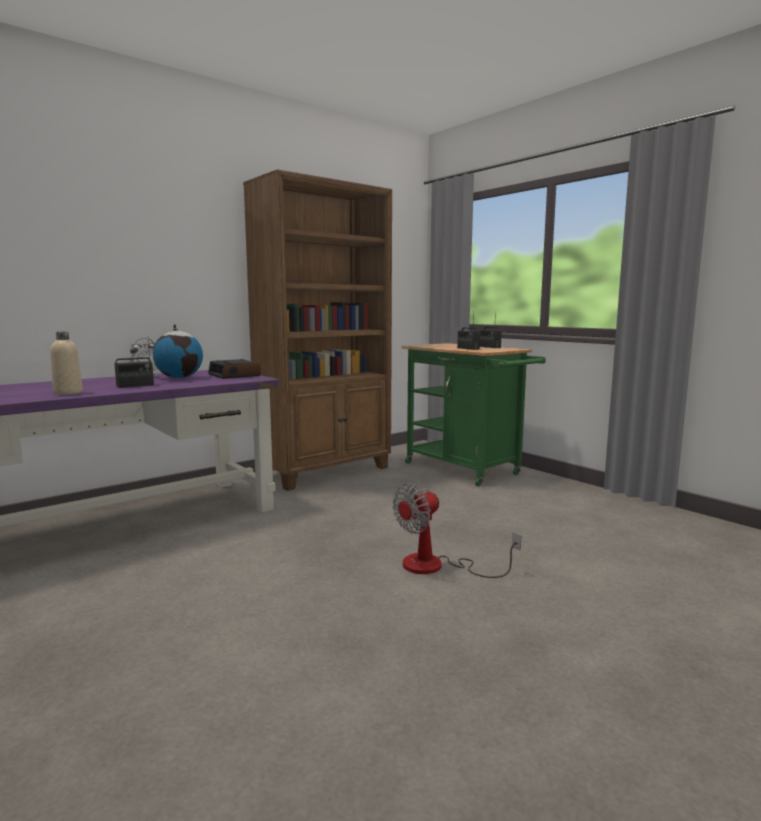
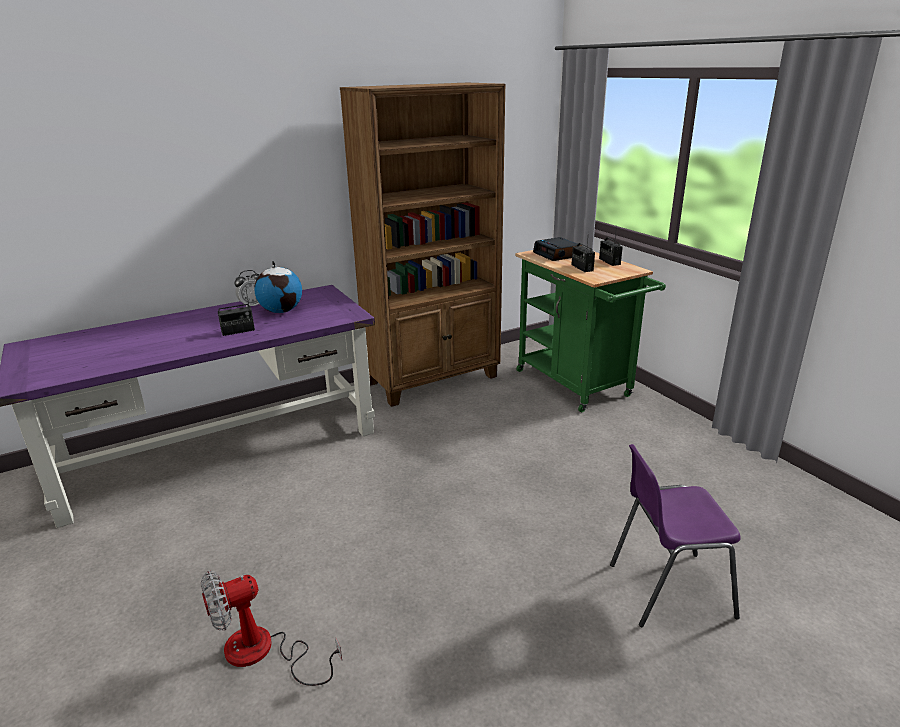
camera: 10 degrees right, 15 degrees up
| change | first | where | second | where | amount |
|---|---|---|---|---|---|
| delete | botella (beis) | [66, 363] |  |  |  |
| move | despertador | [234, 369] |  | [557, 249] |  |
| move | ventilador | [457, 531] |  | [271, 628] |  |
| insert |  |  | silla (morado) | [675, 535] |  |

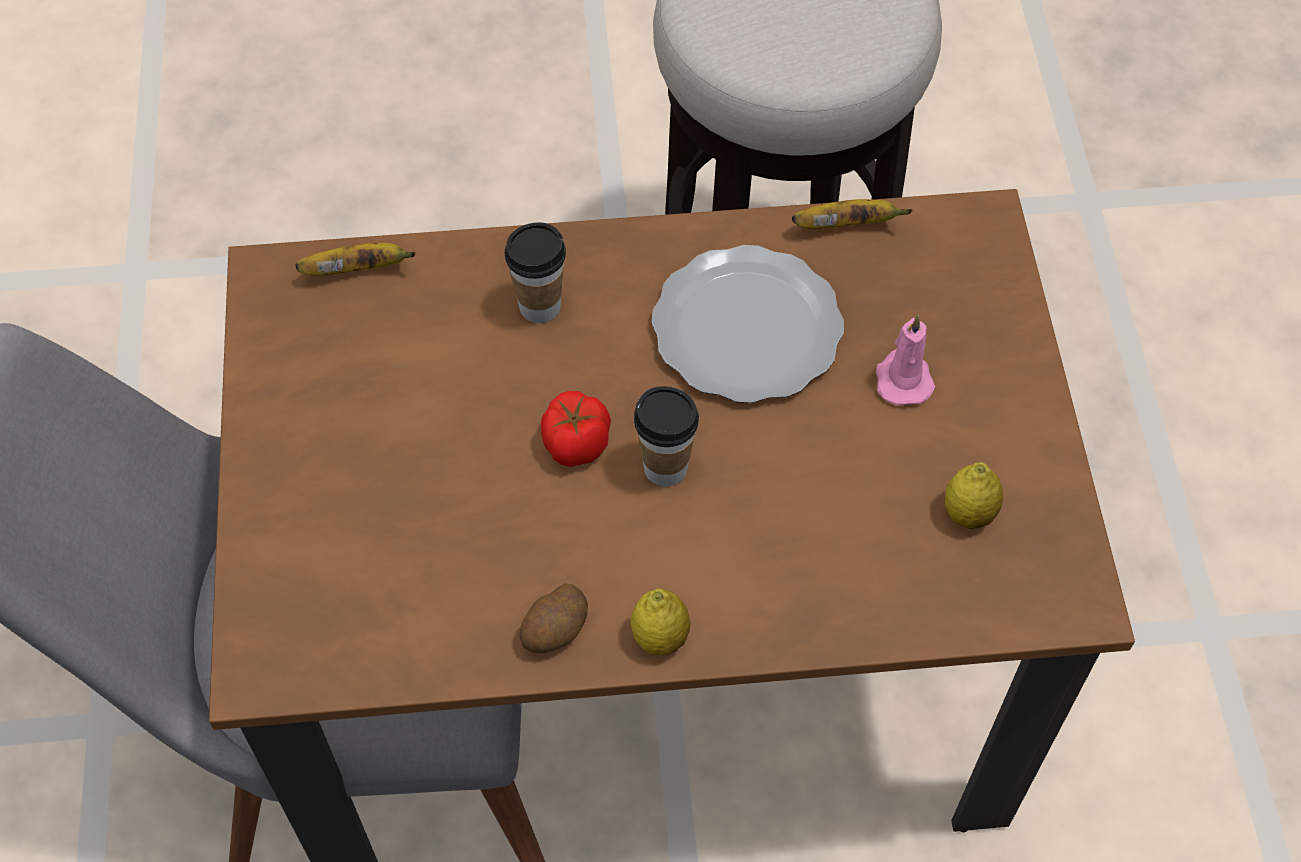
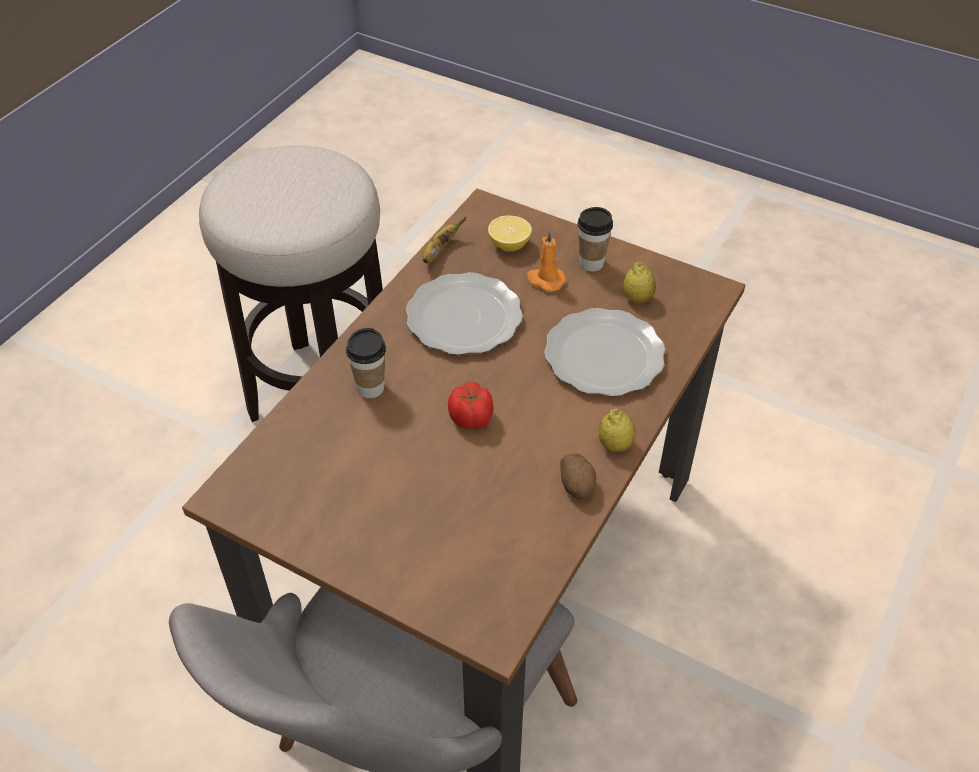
camera: 55 degrees left, 10 degrees down
| change | first | where | second | where | amount |
|---|---|---|---|---|---|
| delete | plátano | [355, 259] |  |  |  |
| recolor | vela (rosa) | [905, 360] | vela (naranja) | [546, 260] |  |
| move | taza | [666, 436] |  | [595, 239] |  |
| insert |  |  | limón | [510, 233] |  |
| insert |  |  | plato | [604, 352] |  |

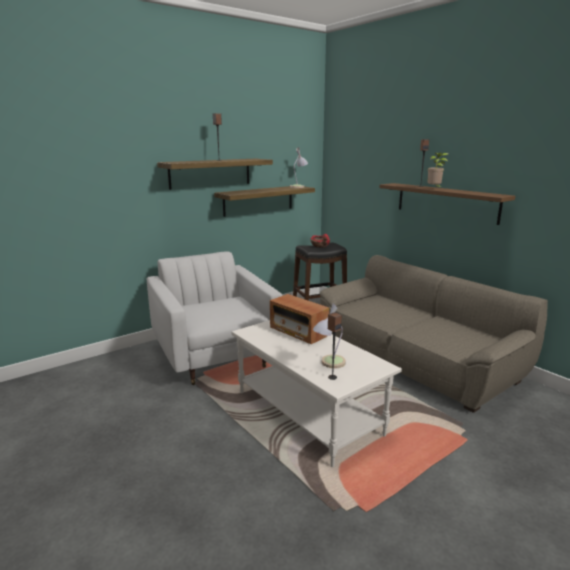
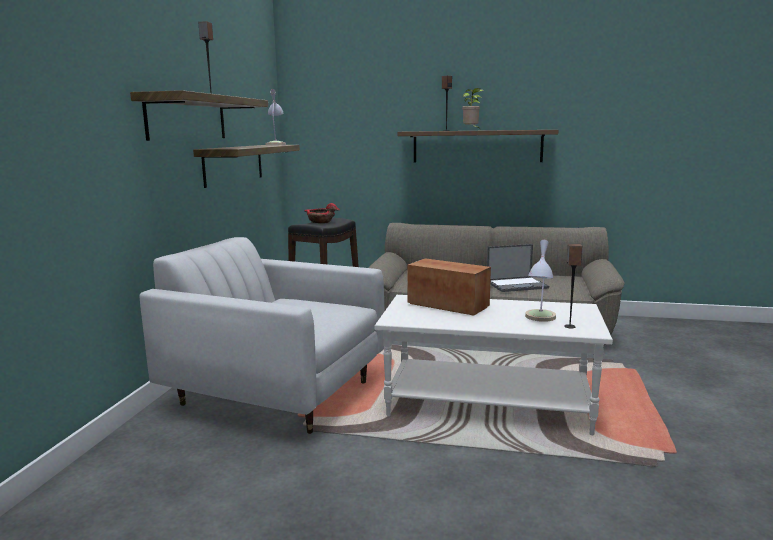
camera: 40 degrees left, 5 degrees down
| change | first | where | second | where | amount |
|---|---|---|---|---|---|
| rotate | radio | [299, 319] |  | [449, 287] | 150 degrees counterclockwise |
| insert |  |  | portátil | [518, 268] |  |

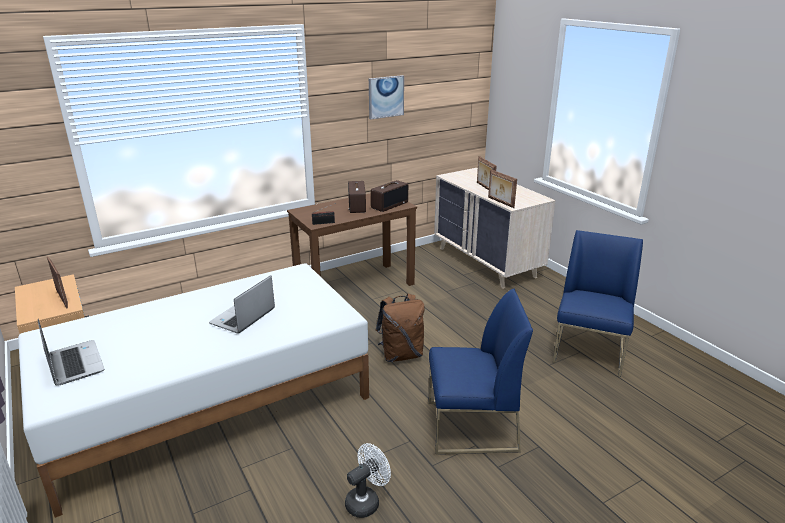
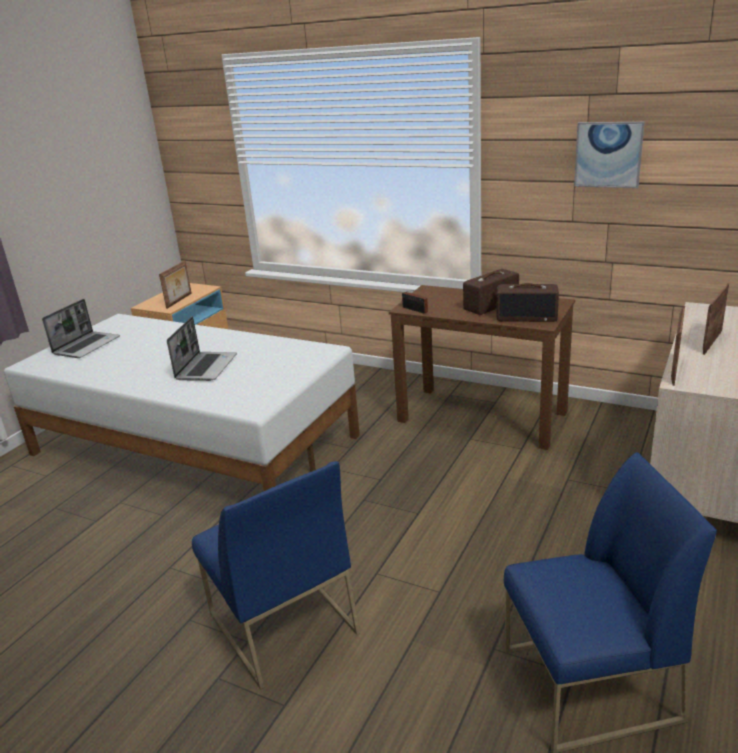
camera: 60 degrees right, 0 degrees up
| change | first | where | second | where | amount |
|---|---|---|---|---|---|
| rotate | portátil | [242, 304] |  | [202, 349] | 105 degrees clockwise |
| delete | mochila (marrón) | [400, 328] |  |  |  |
| delete | ventilador (blanco) | [368, 480] |  |  |  |

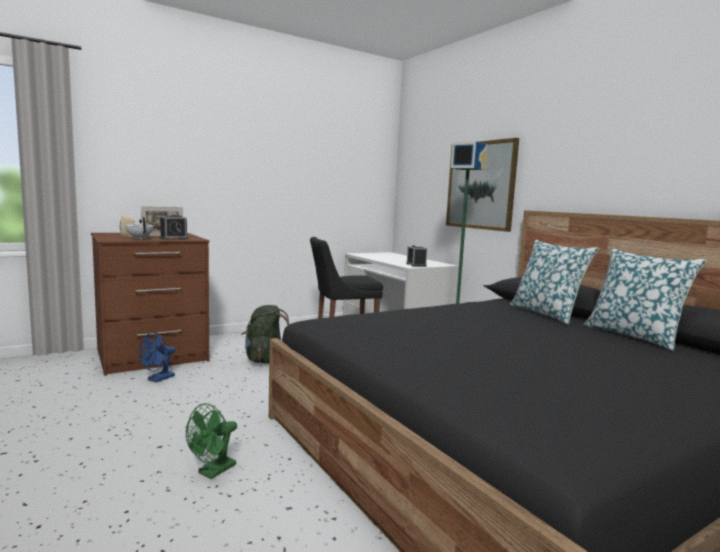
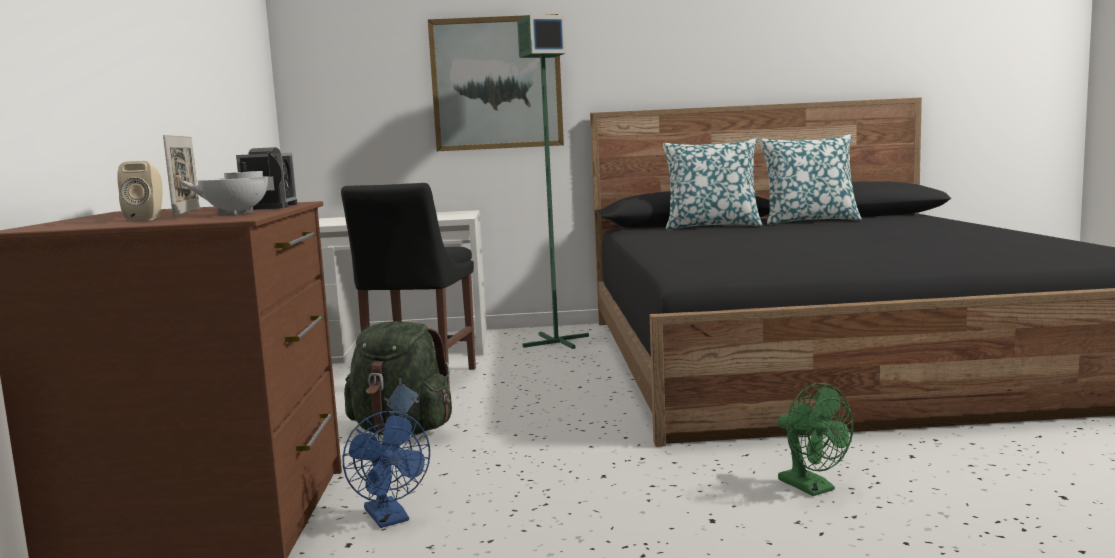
camera: 60 degrees left, 0 degrees up
| change | first | where | second | where | amount |
|---|---|---|---|---|---|
| delete | despertador | [416, 256] |  |  |  |

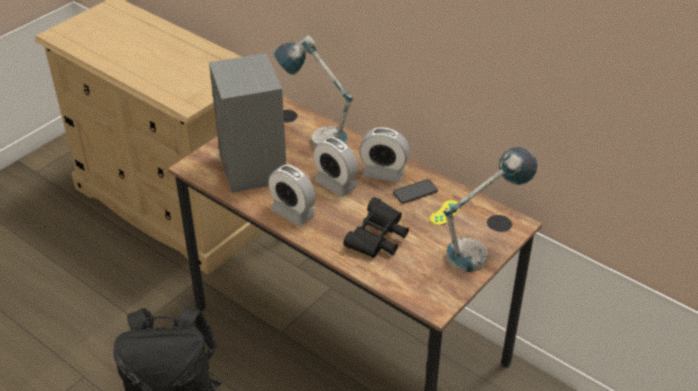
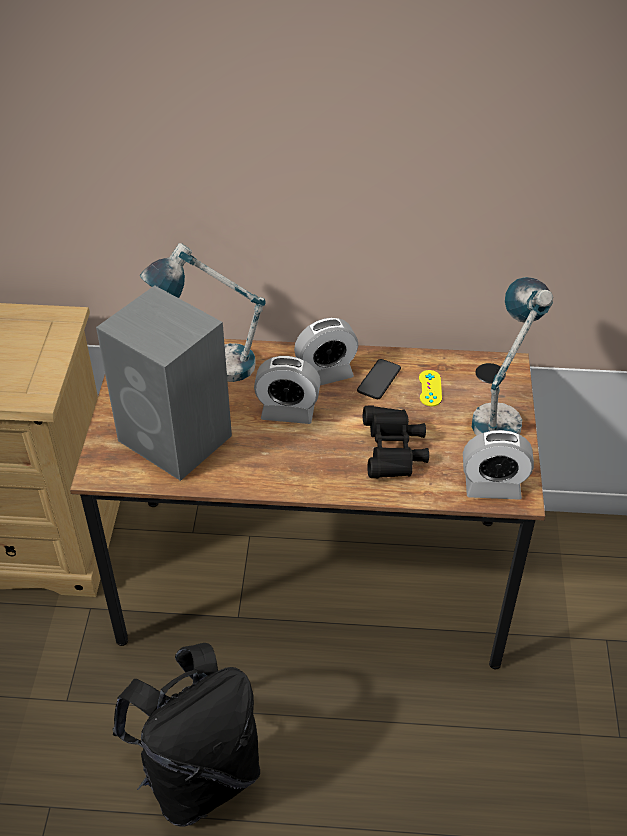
camera: 35 degrees left, 5 degrees up
| change | first | where | second | where | amount |
|---|---|---|---|---|---|
| move | despertador | [292, 195] |  | [498, 465] |  |

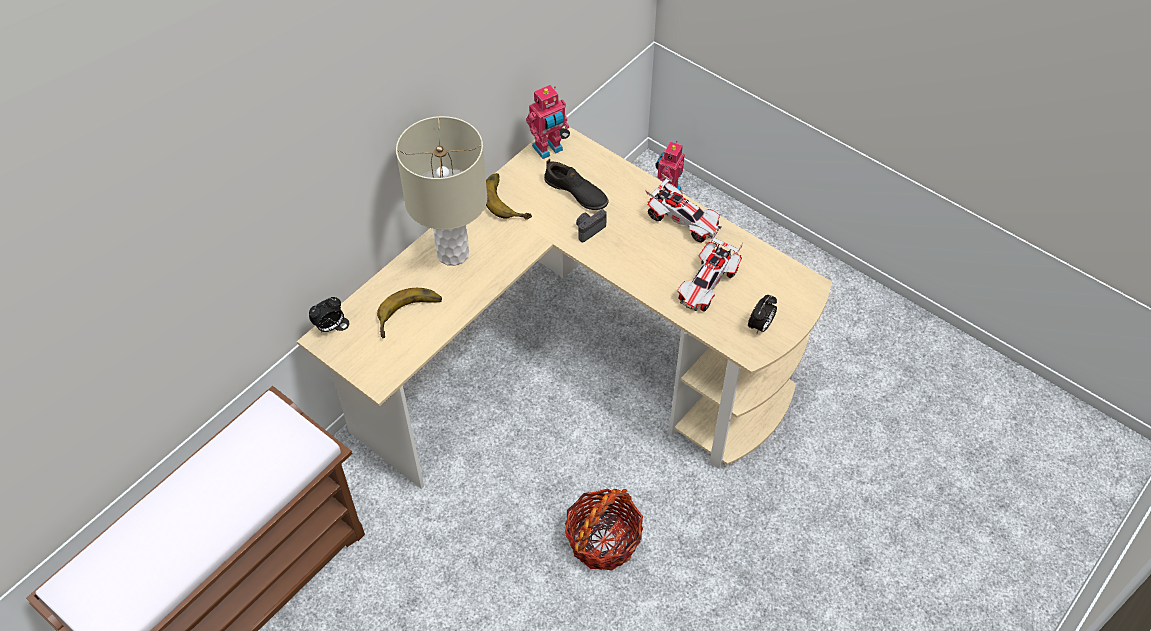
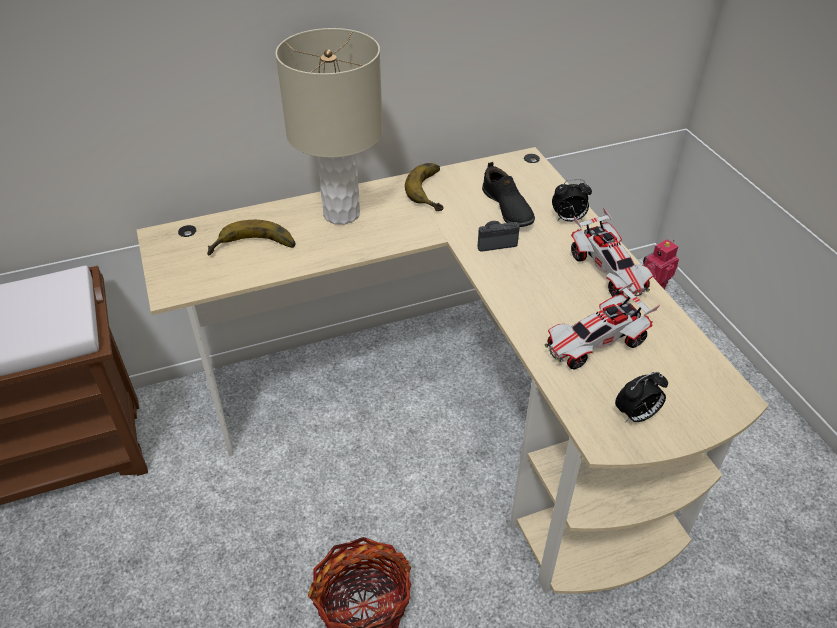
camera: 30 degrees right, 10 degrees down
| change | first | where | second | where | amount |
|---|---|---|---|---|---|
| delete | robot de juguete | [547, 122] |  |  |  |
| move | despertador | [326, 315] |  | [572, 200] |  |

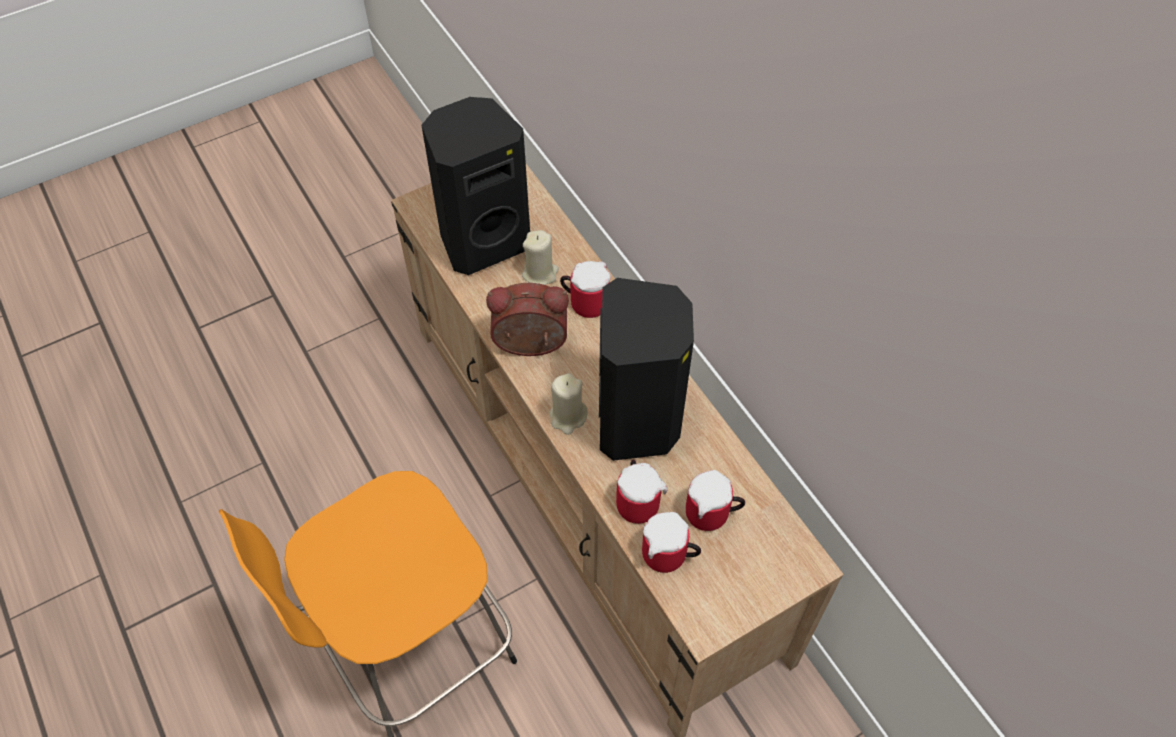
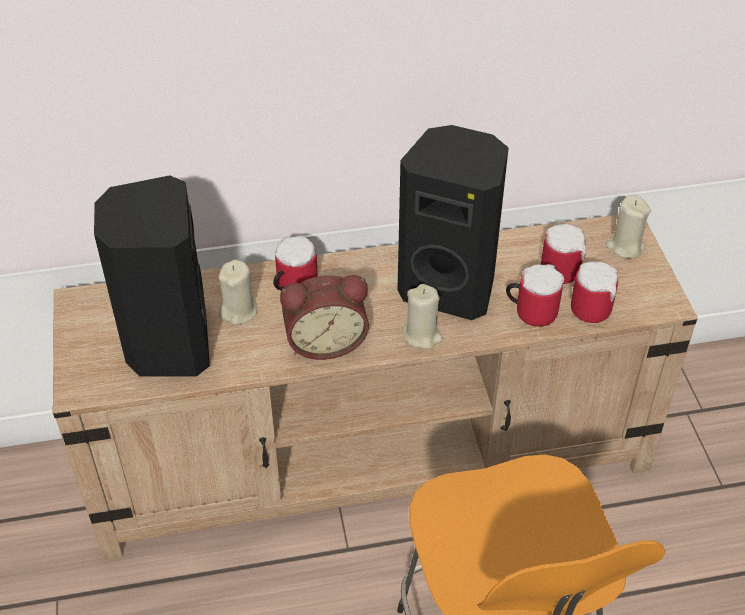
camera: 70 degrees left, 10 degrees down
| change | first | where | second | where | amount |
|---|---|---|---|---|---|
| rotate | despertador | [527, 319] |  | [324, 317] | 120 degrees counterclockwise |
| insert |  |  | vela (beis) | [628, 227] |  |

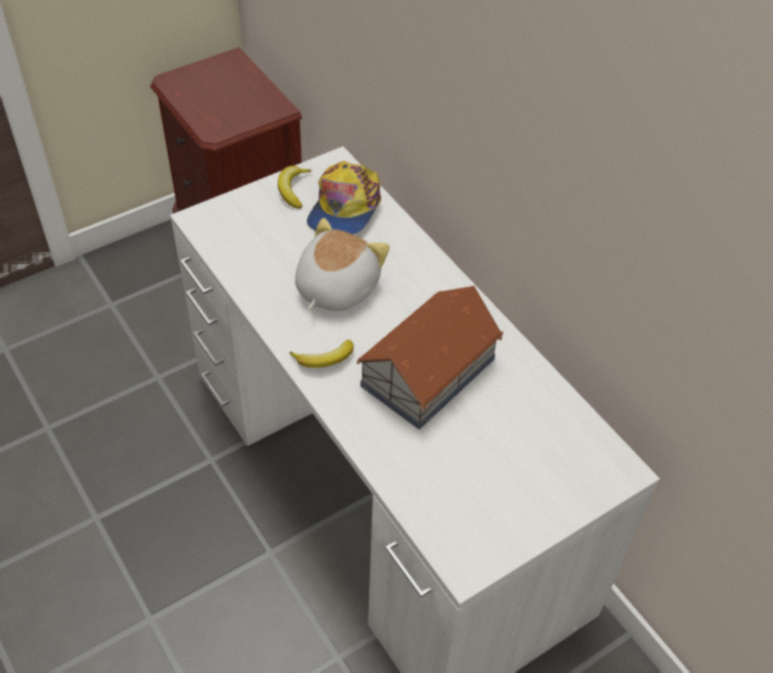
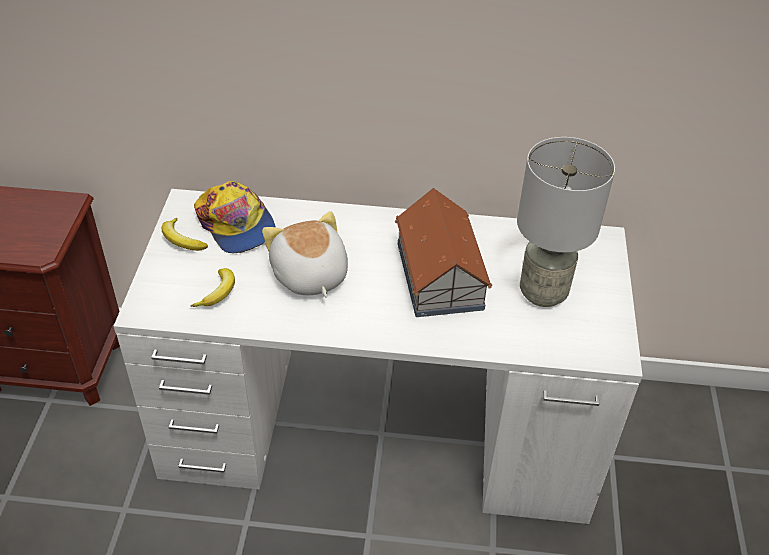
camera: 50 degrees left, 5 degrees down
| change | first | where | second | where | amount |
|---|---|---|---|---|---|
| move | plátano | [321, 354] |  | [213, 287] |  |
| insert |  |  | lámpara de mesa (gris) | [566, 222] |  |

